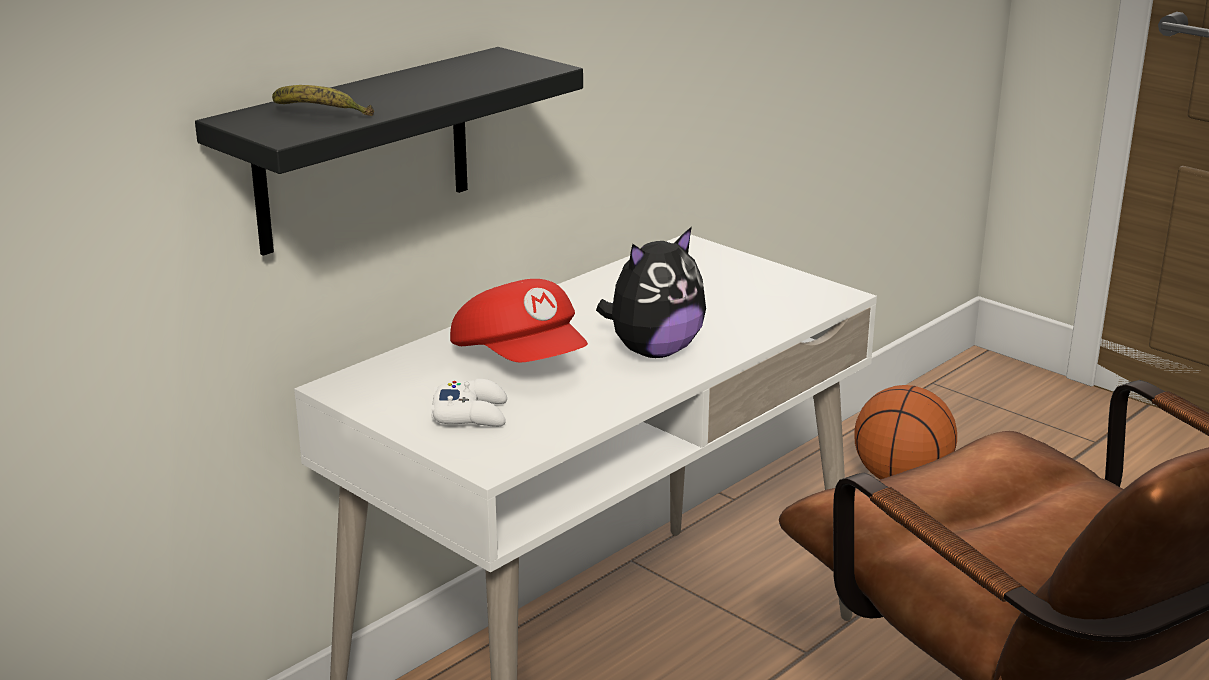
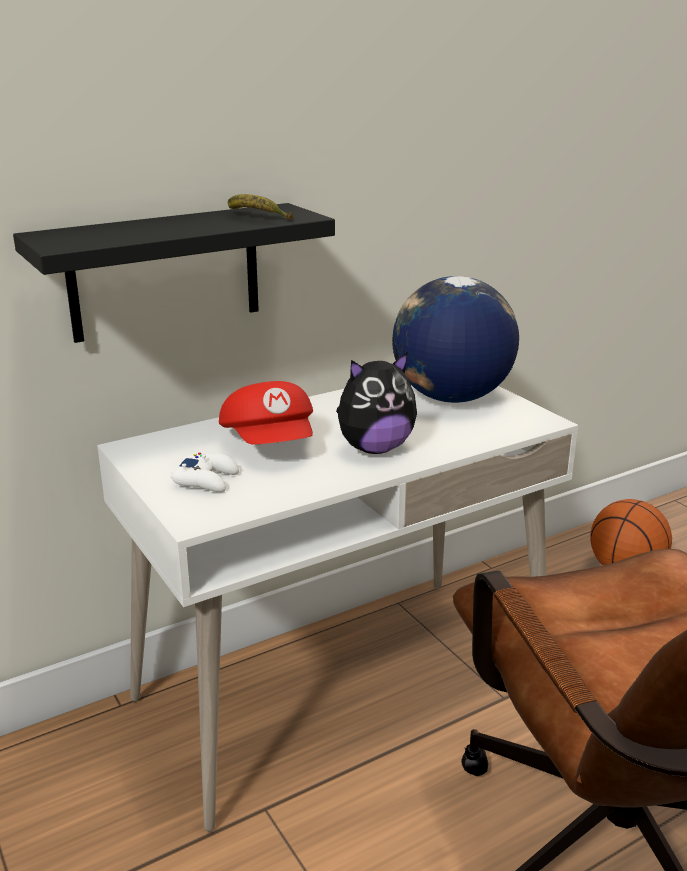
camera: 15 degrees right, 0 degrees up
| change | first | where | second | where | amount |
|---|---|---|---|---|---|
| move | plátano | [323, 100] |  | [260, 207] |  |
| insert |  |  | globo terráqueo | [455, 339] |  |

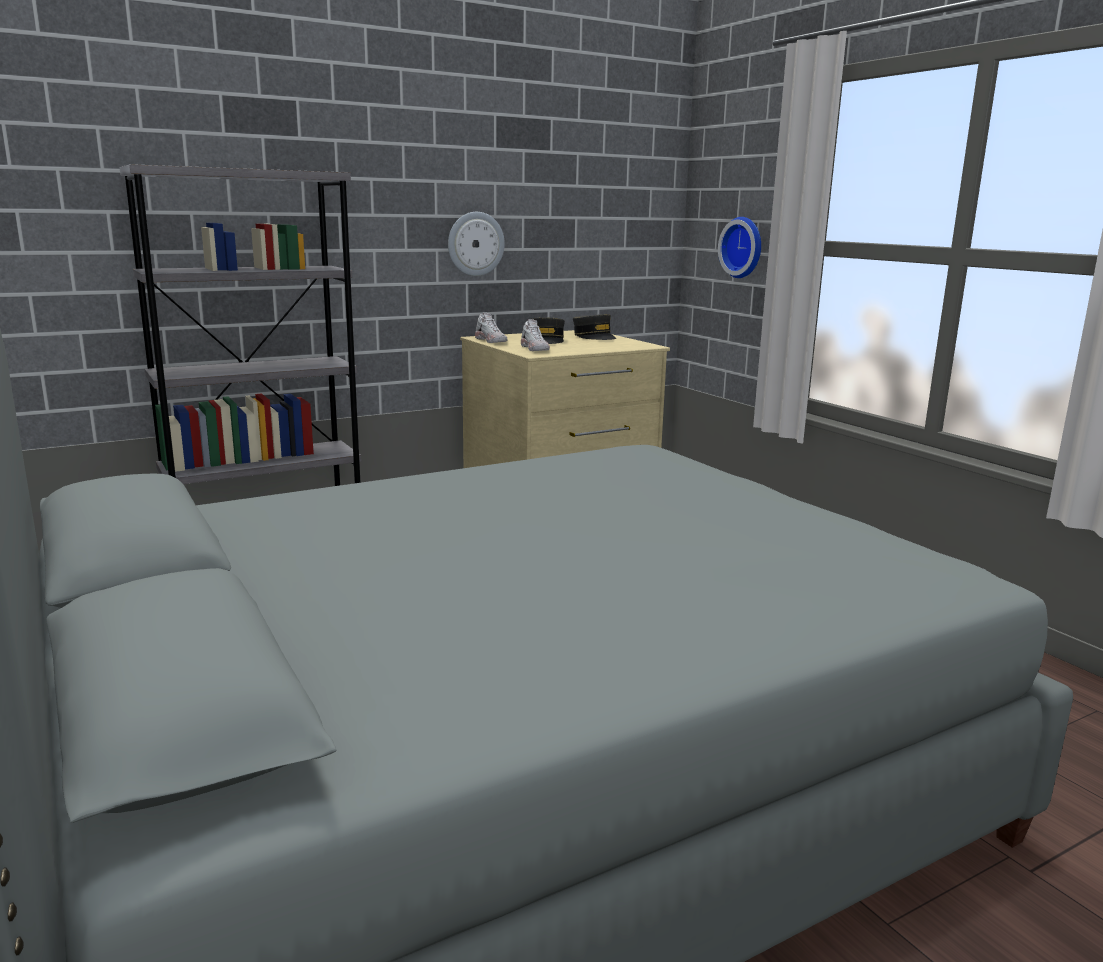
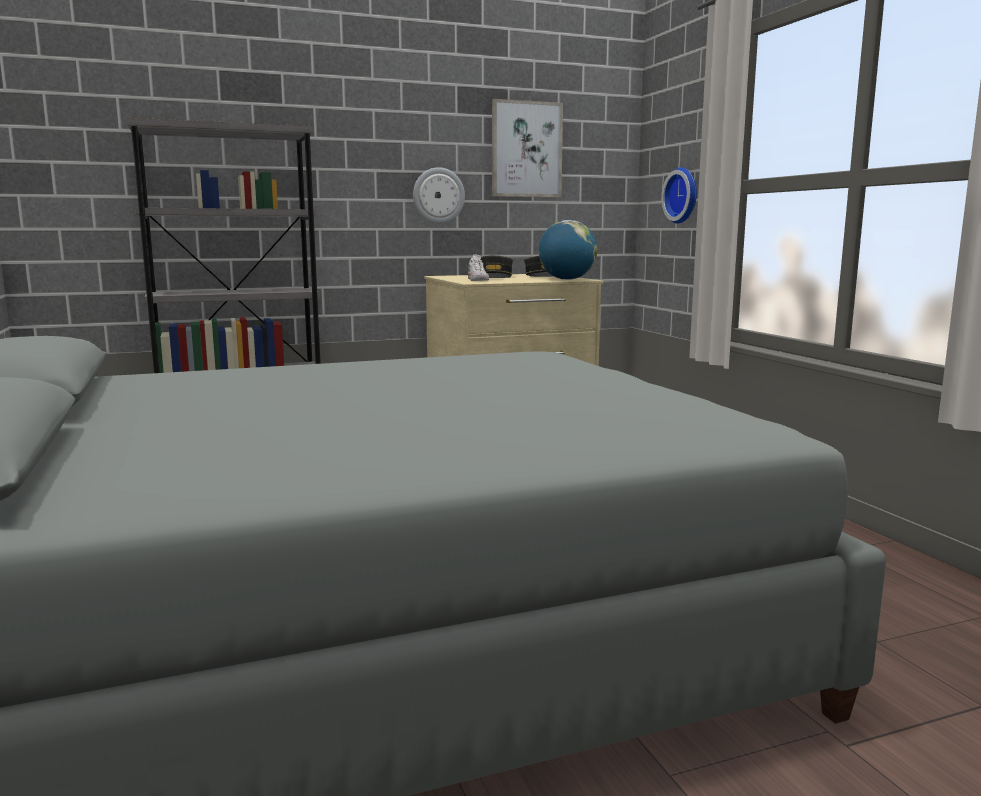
camera: 10 degrees right, 5 degrees down
| change | first | where | second | where | amount |
|---|---|---|---|---|---|
| delete | zapato (blanco) | [491, 328] |  |  |  |
| insert |  |  | cuadro | [527, 148] |  |
| insert |  |  | globo terráqueo | [568, 250] |  |

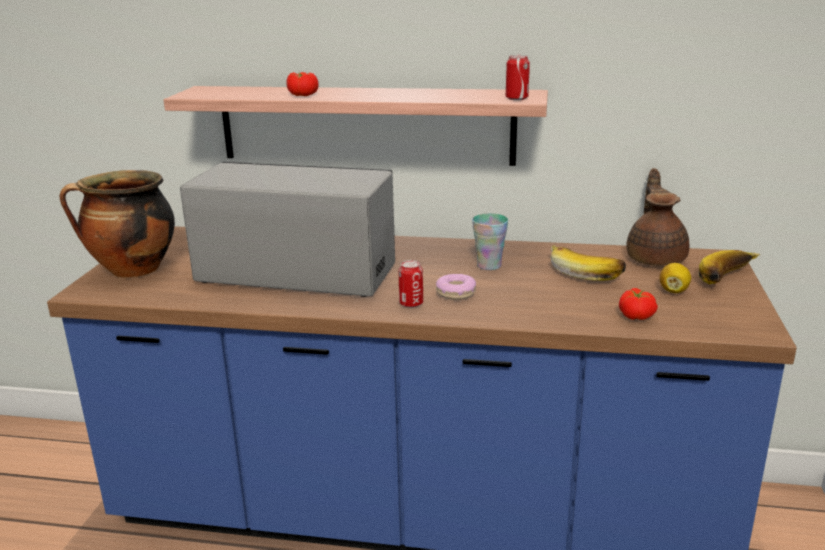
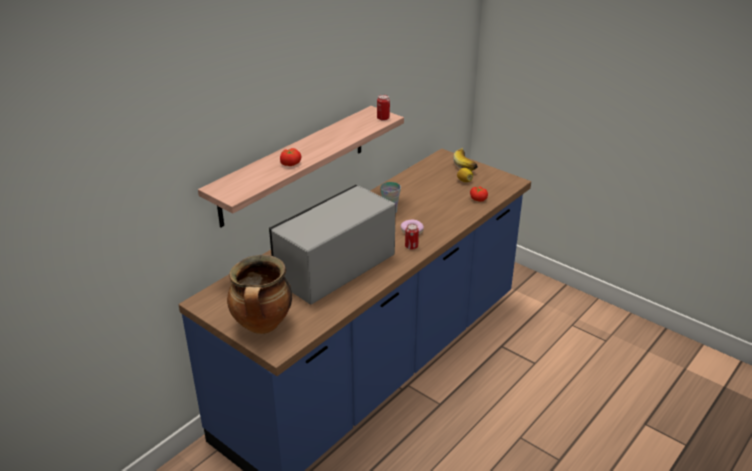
camera: 60 degrees left, 10 degrees up
| change | first | where | second | where | amount |
|---|---|---|---|---|---|
| delete | tetera (marrón) | [658, 217] |  |  |  |
| delete | plátano | [588, 263] |  |  |  |

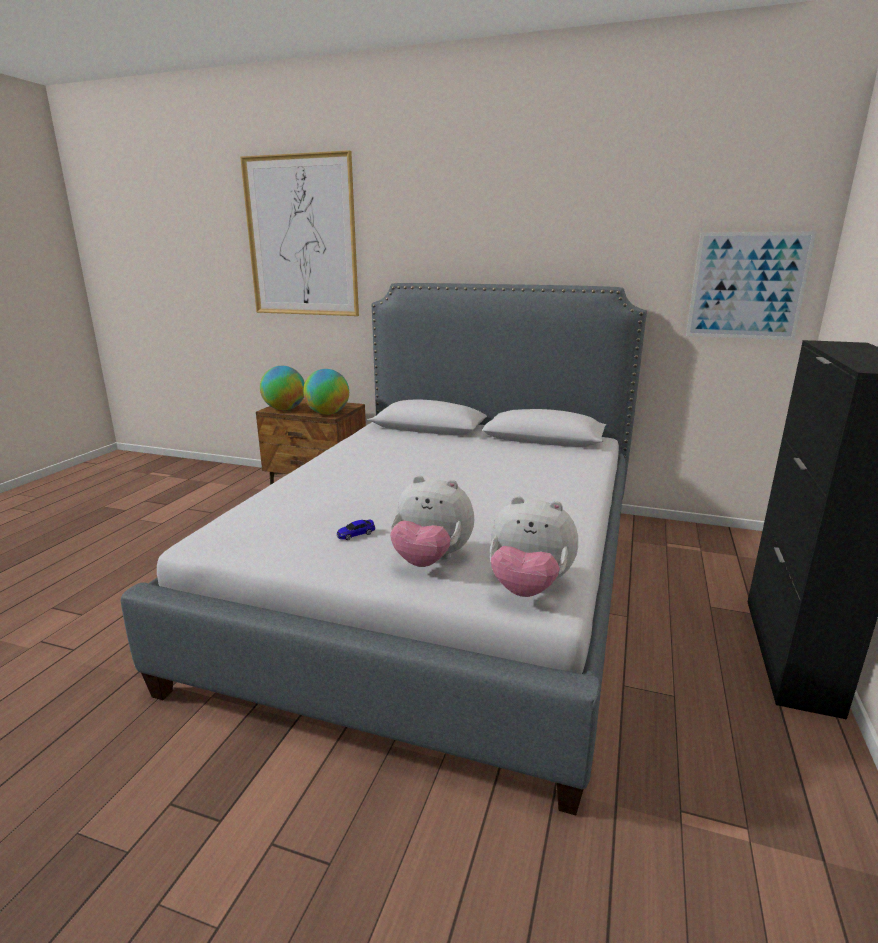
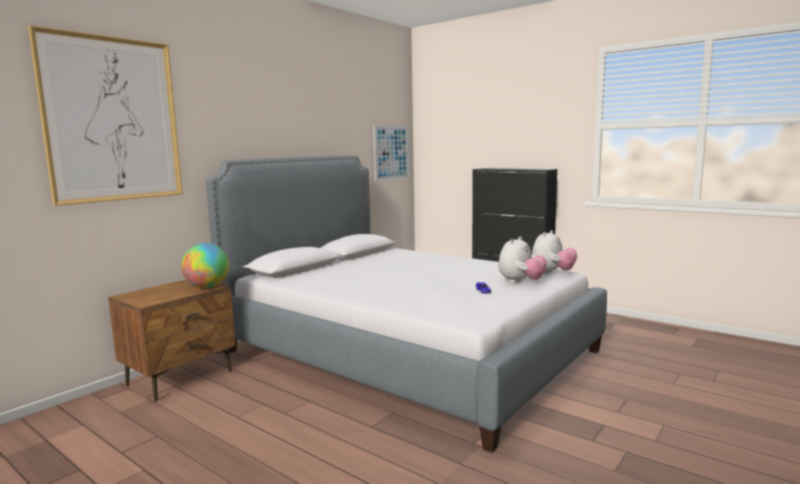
camera: 70 degrees left, 10 degrees down
| change | first | where | second | where | amount |
|---|---|---|---|---|---|
| delete | globo terráqueo | [282, 388] |  |  |  |

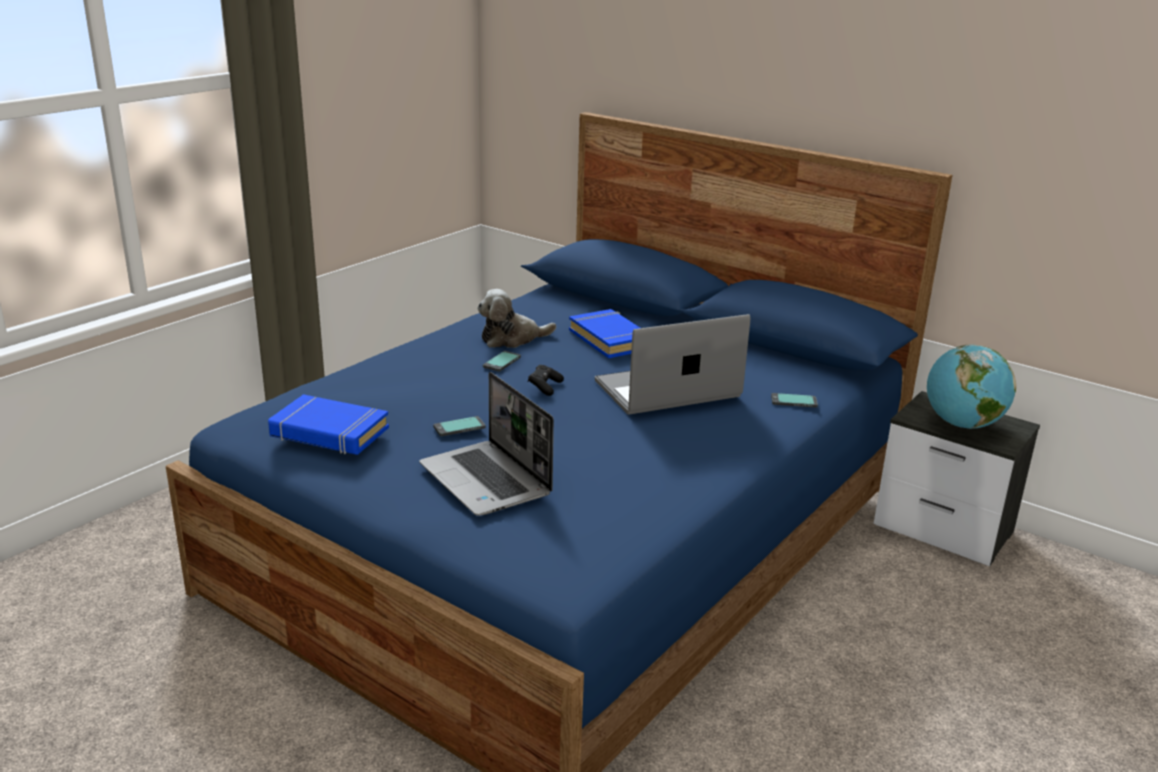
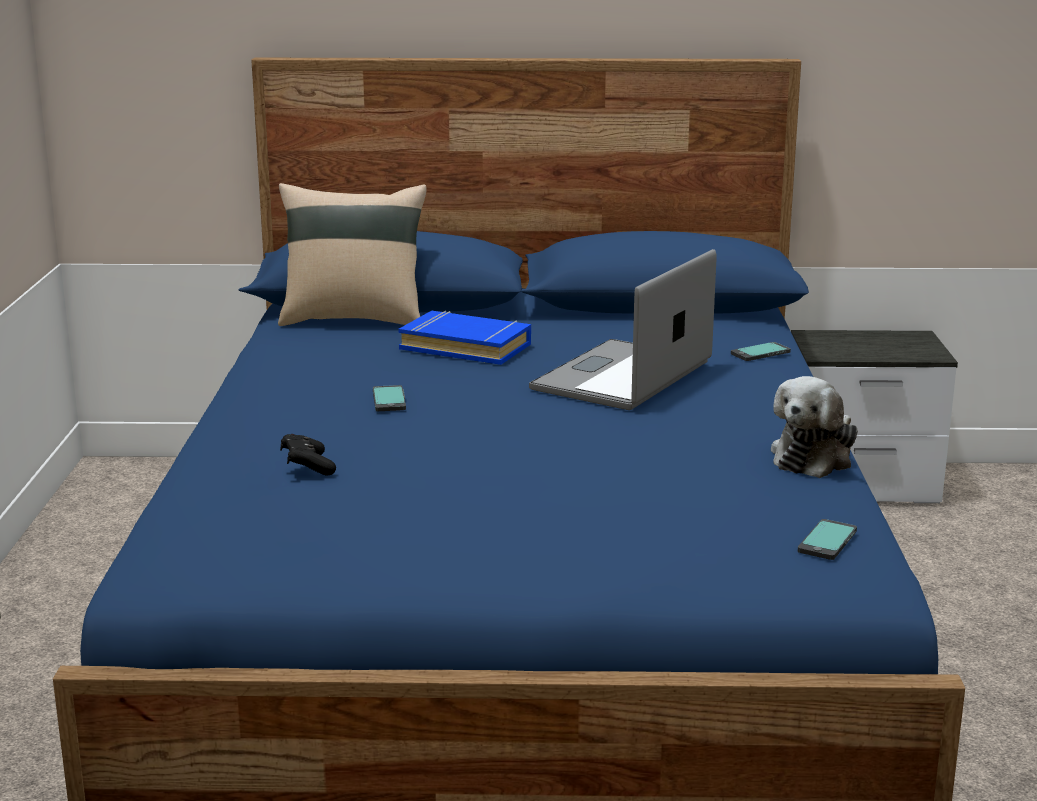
camera: 35 degrees left, 5 degrees down
| change | first | where | second | where | amount |
|---|---|---|---|---|---|
| move | peluche | [516, 318] |  | [814, 427] |  |
| delete | globo terráqueo | [971, 387] |  |  |  |
| move | mando de consola (negro) | [546, 380] |  | [308, 455] |  |
| delete | portátil | [486, 444] |  |  |  |
| delete | libro (azul) | [328, 424] |  |  |  |
| move | móvil | [460, 426] |  | [827, 539] |  |
| insert |  |  | cojín (beis) | [352, 254] |  |

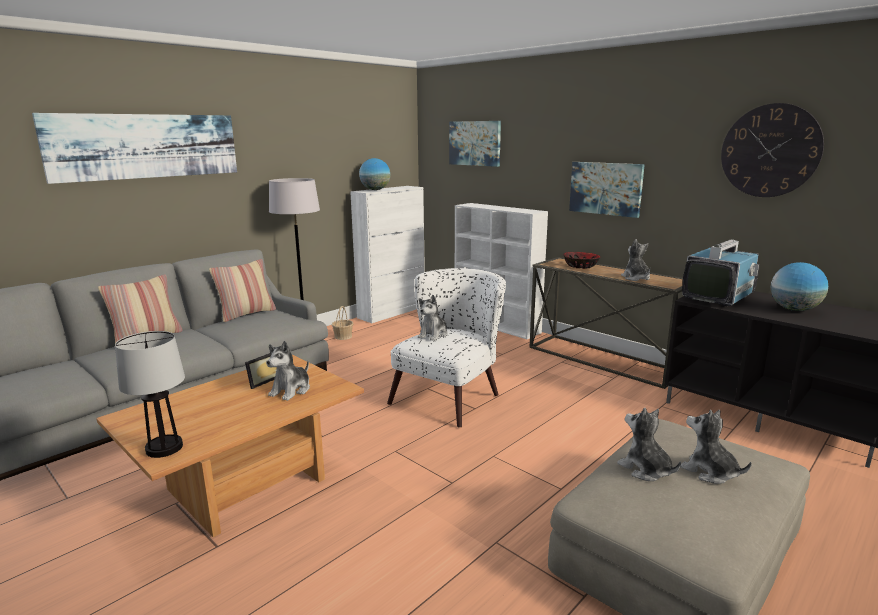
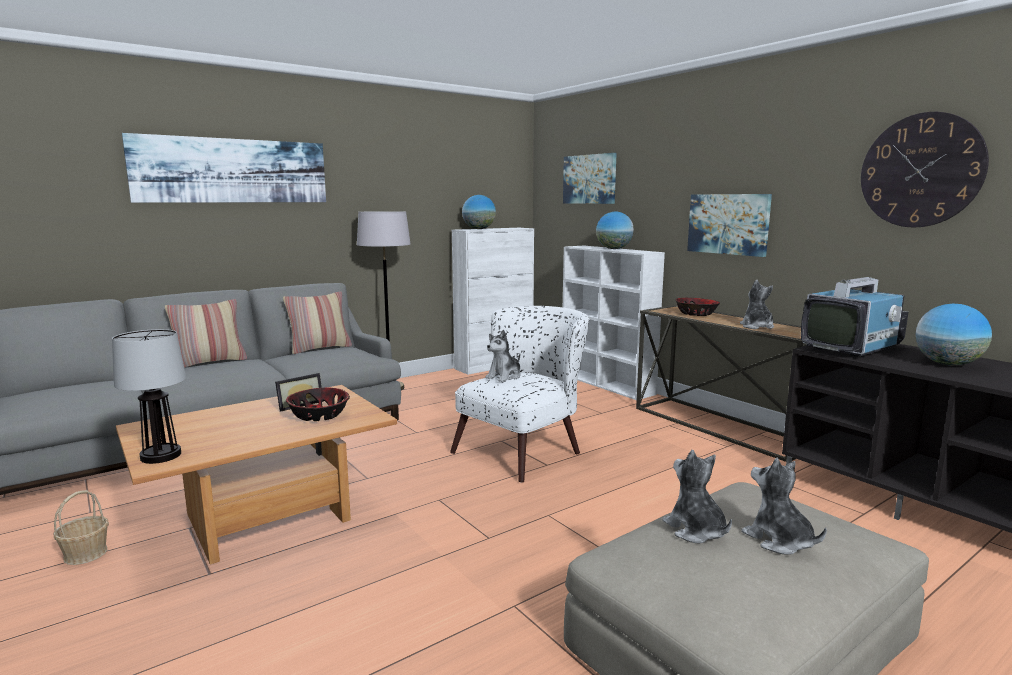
camera: 10 degrees right, 5 degrees down
| change | first | where | second | where | amount |
|---|---|---|---|---|---|
| move | cesta | [343, 323] |  | [81, 527] |  |
| replace | peluche | [288, 371] | cuenco | [318, 404] |  |
| insert |  |  | globo terráqueo | [615, 230] |  |

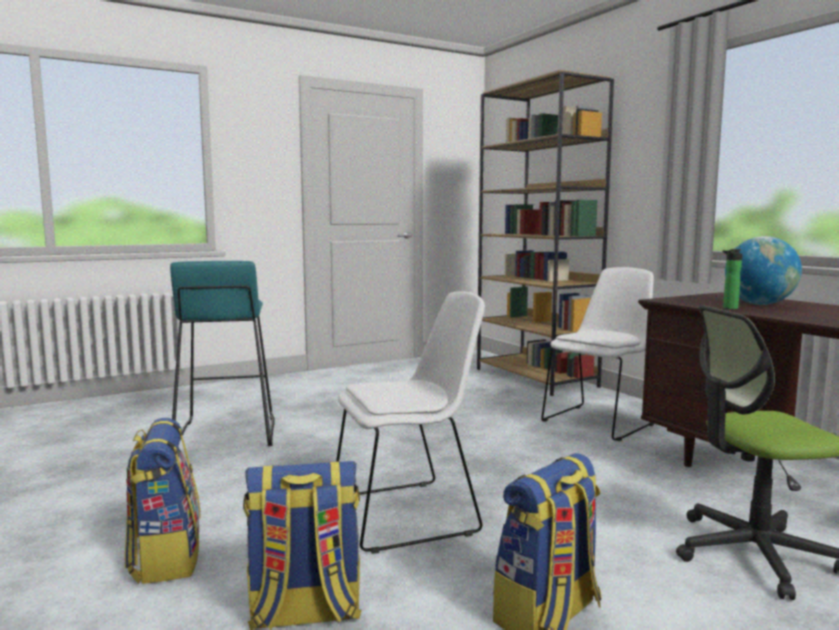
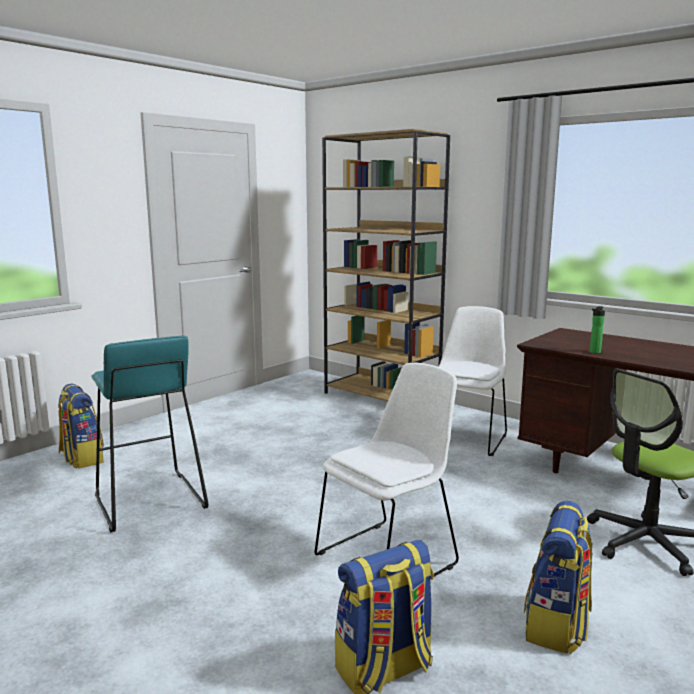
camera: 20 degrees left, 5 degrees up
| change | first | where | second | where | amount |
|---|---|---|---|---|---|
| delete | globo terráqueo | [763, 270] |  |  |  |
| move | mochila | [163, 501] |  | [81, 426] |  |

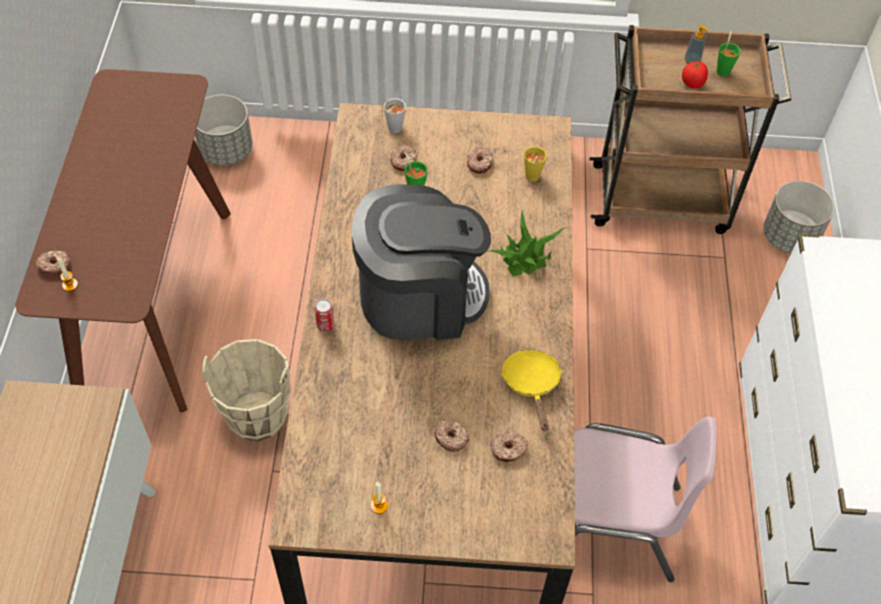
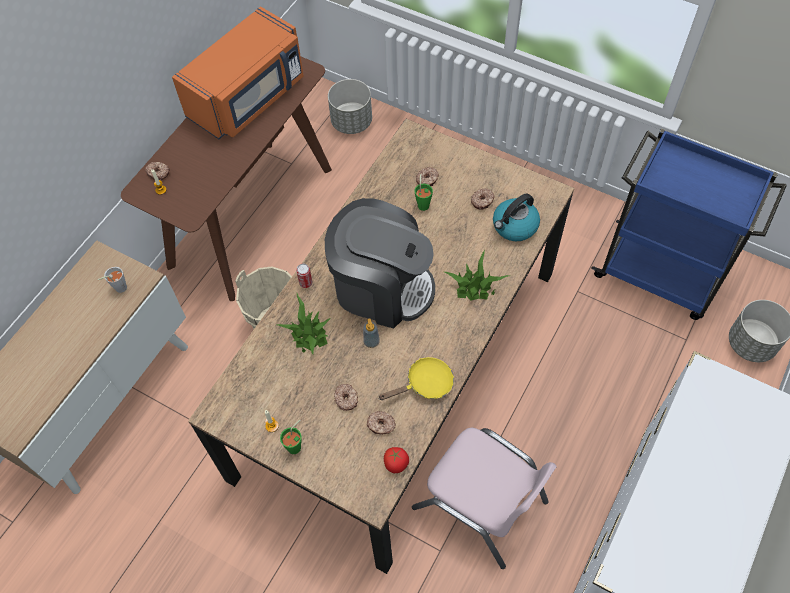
camera: 30 degrees right, 5 degrees up
| change | first | where | second | where | amount |
|---|---|---|---|---|---|
| move | dispensador de jabón | [696, 44] |  | [371, 333] |  |
| recolor | carrito (marrón) | [690, 129] | carrito (azul) | [688, 224] |  |
| move | taza (verde) | [728, 54] |  | [291, 437] |  |
| move | tomate | [695, 75] |  | [396, 460] |  |
| move | taza (gris) | [395, 115] |  | [112, 280] |  |
| replace | taza (amarillo) | [535, 164] | hervidor | [516, 217] |  |
| rotate | sartén (amarillo) | [531, 390] |  | [416, 378] | 45 degrees clockwise |
| insert |  |  | microondas (naranja) | [238, 72] |  |
| insert |  |  | planta en maceta | [304, 324] |  |

